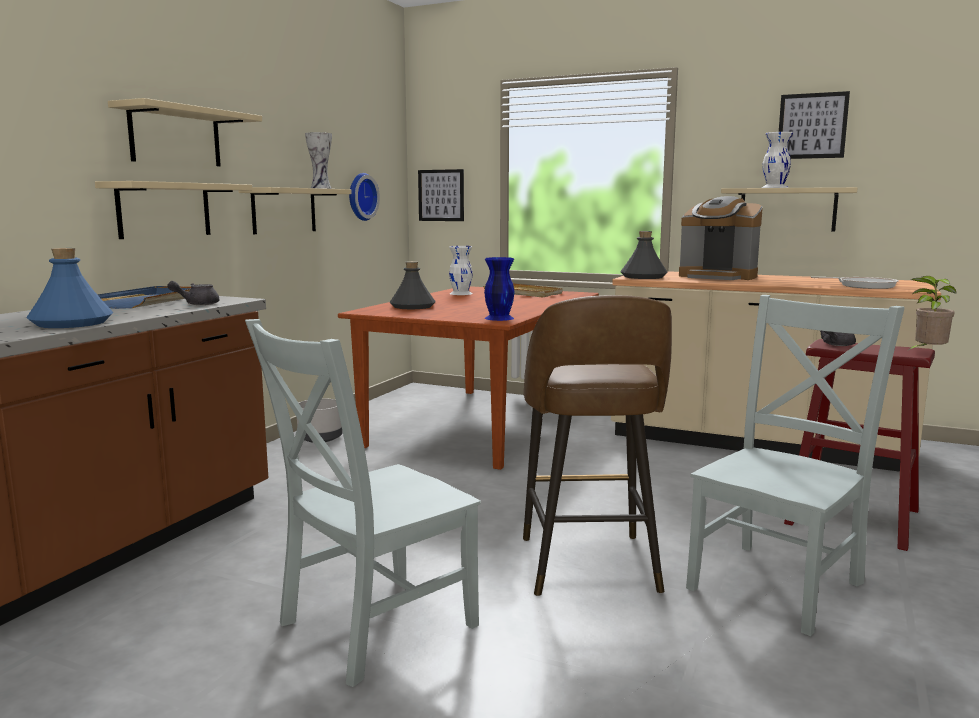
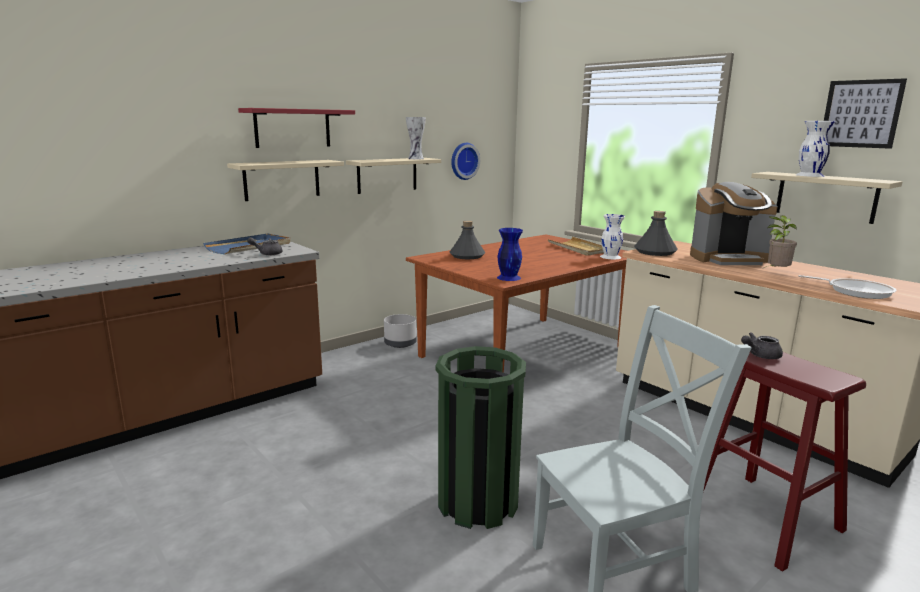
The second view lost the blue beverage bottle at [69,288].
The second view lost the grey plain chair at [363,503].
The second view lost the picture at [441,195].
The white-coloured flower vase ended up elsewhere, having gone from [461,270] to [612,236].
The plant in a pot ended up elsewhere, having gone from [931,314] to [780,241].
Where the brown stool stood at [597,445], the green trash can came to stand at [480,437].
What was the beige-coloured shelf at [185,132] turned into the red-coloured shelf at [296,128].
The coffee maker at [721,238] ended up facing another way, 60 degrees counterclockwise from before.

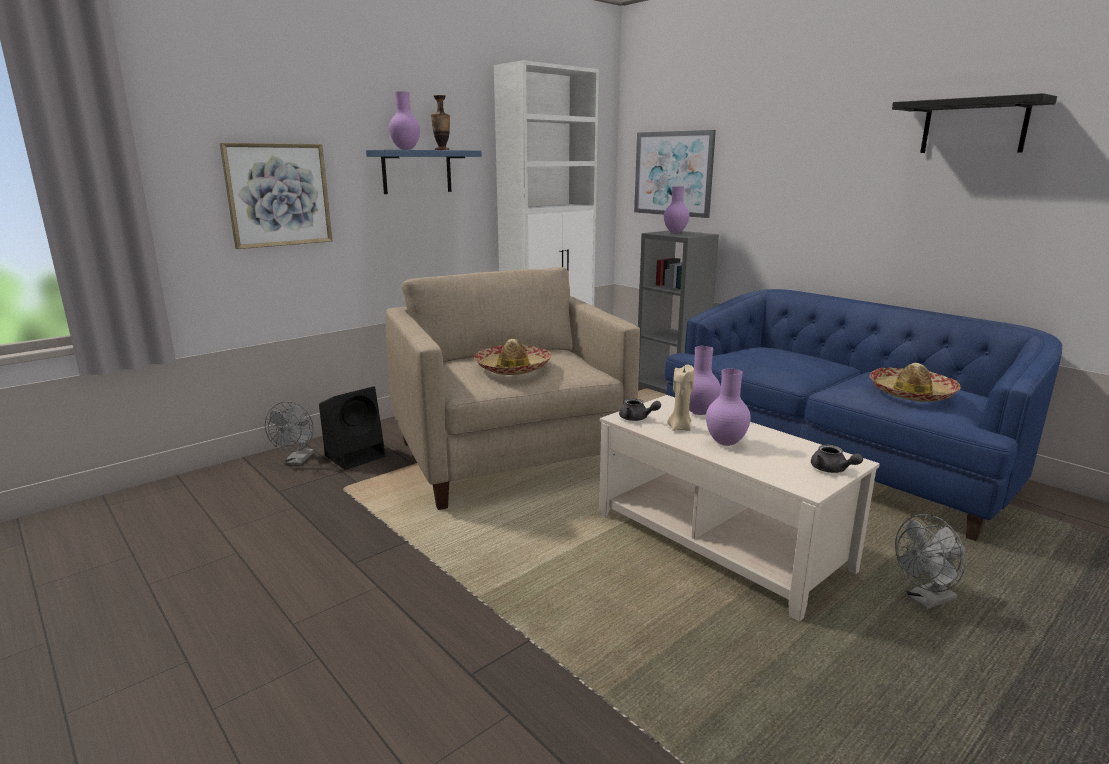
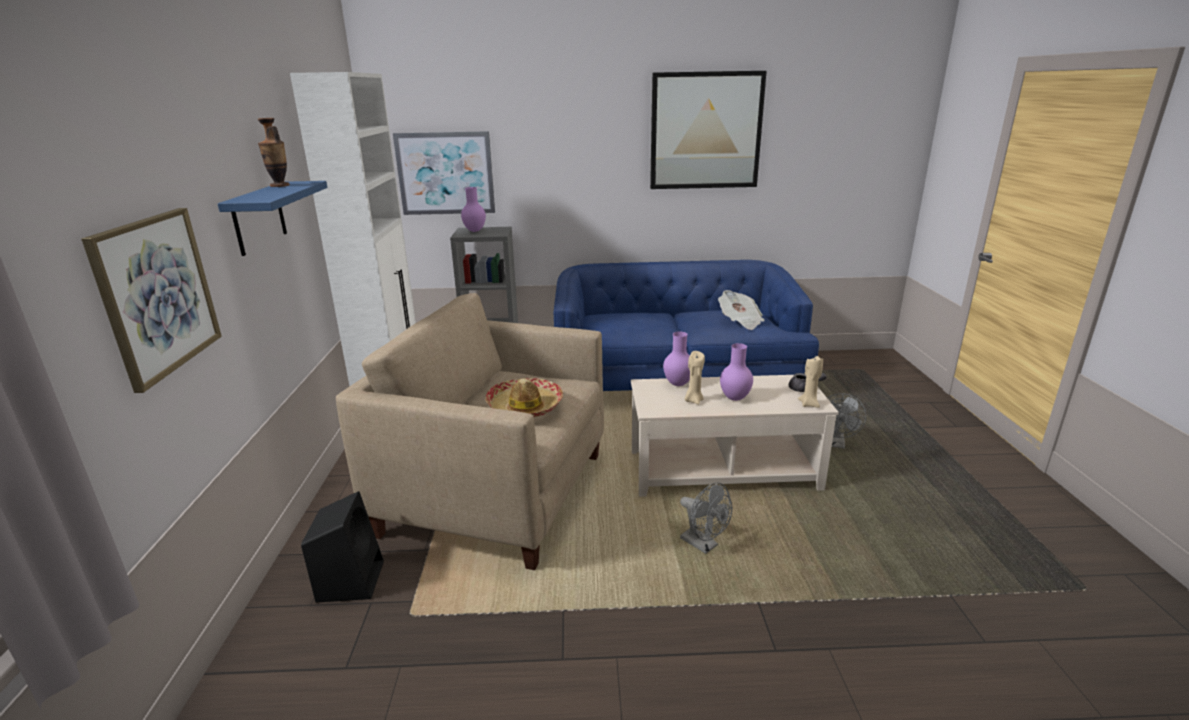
The second view lost the purple flower vase at [404,120].
The second view lost the grey pot for tea at [640,409].
The second view gained the beige-coloured wax candle at [810,382].
The grey cooling fan ended up elsewhere, having gone from [289,433] to [706,518].
Where the clothing hat stood at [915,382], the newspaper came to stand at [741,310].
Where the black-coloured shelf hung at [974,123], the picture came to hang at [708,130].

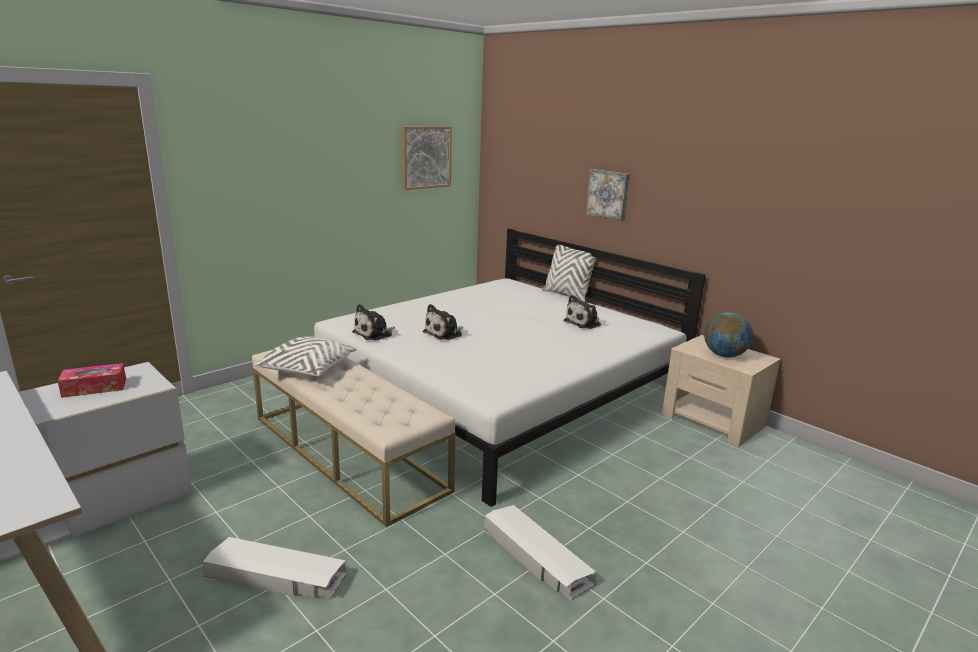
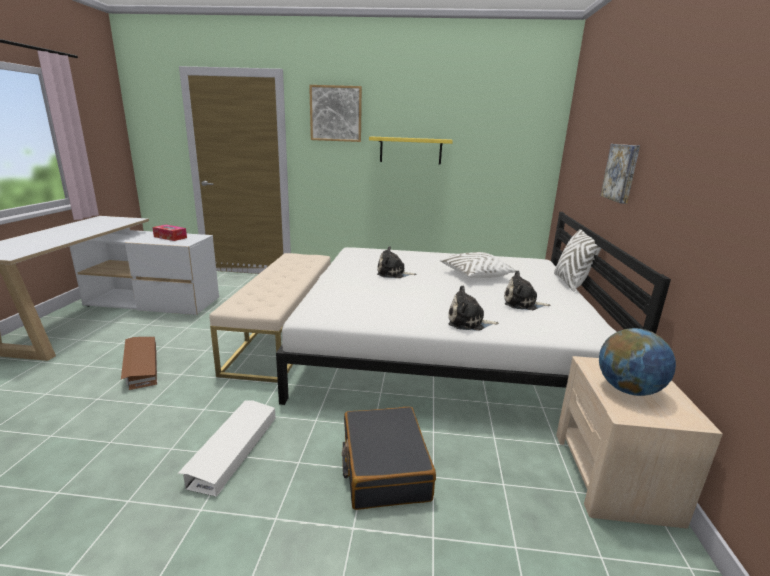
The second view gained the black-coloured piece of luggage at [389,458].
The second view gained the yellow shelf at [411,150].
The white-coloured throw pillow ended up elsewhere, having gone from [305,356] to [478,265].
The soft toy ended up elsewhere, having gone from [373,322] to [473,308].
The picture ended up elsewhere, having gone from [427,158] to [335,113].
What was the white-coloured storage box at [274,567] turned into the brown storage box at [139,363].

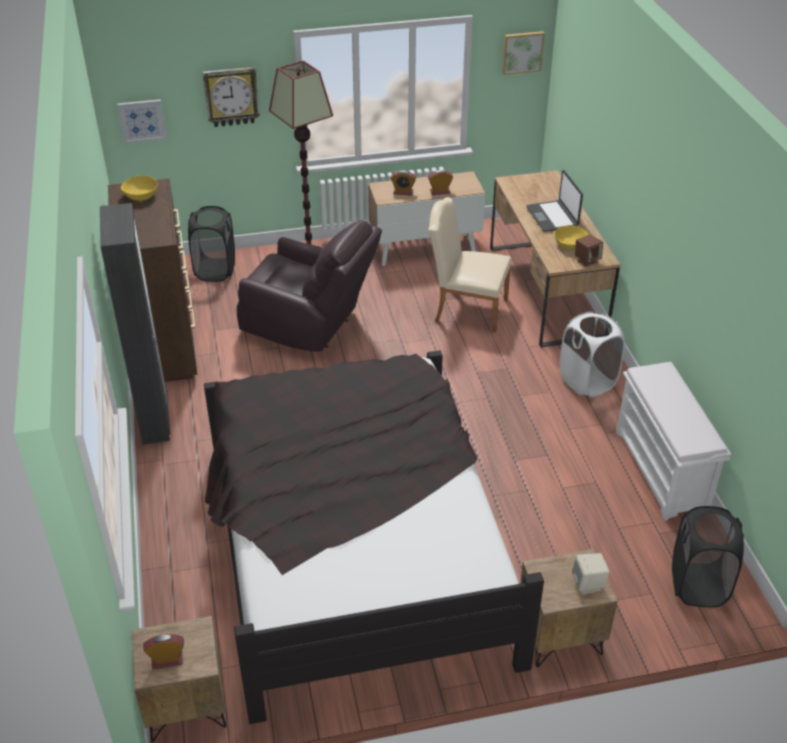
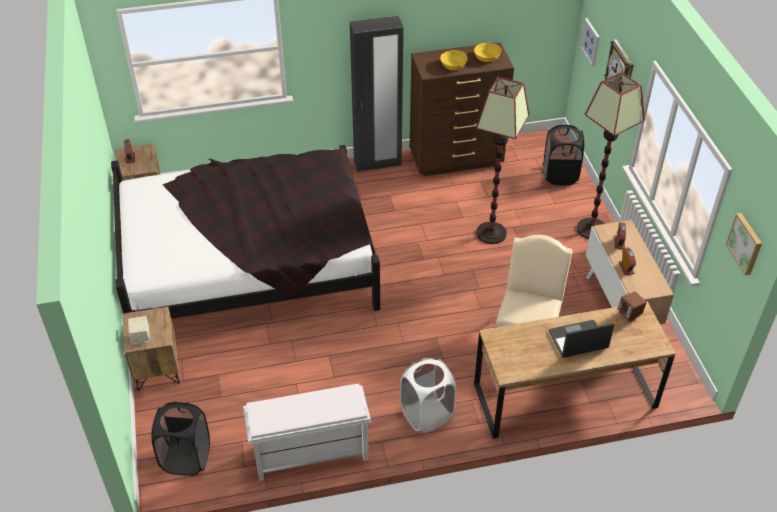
The yellow deep dish ended up elsewhere, having gone from [571,238] to [453,60].
The brown audio speaker ended up elsewhere, having gone from [589,251] to [632,306].
Where the brown easy chair stood at [309,286], the standard lamp came to stand at [503,160].

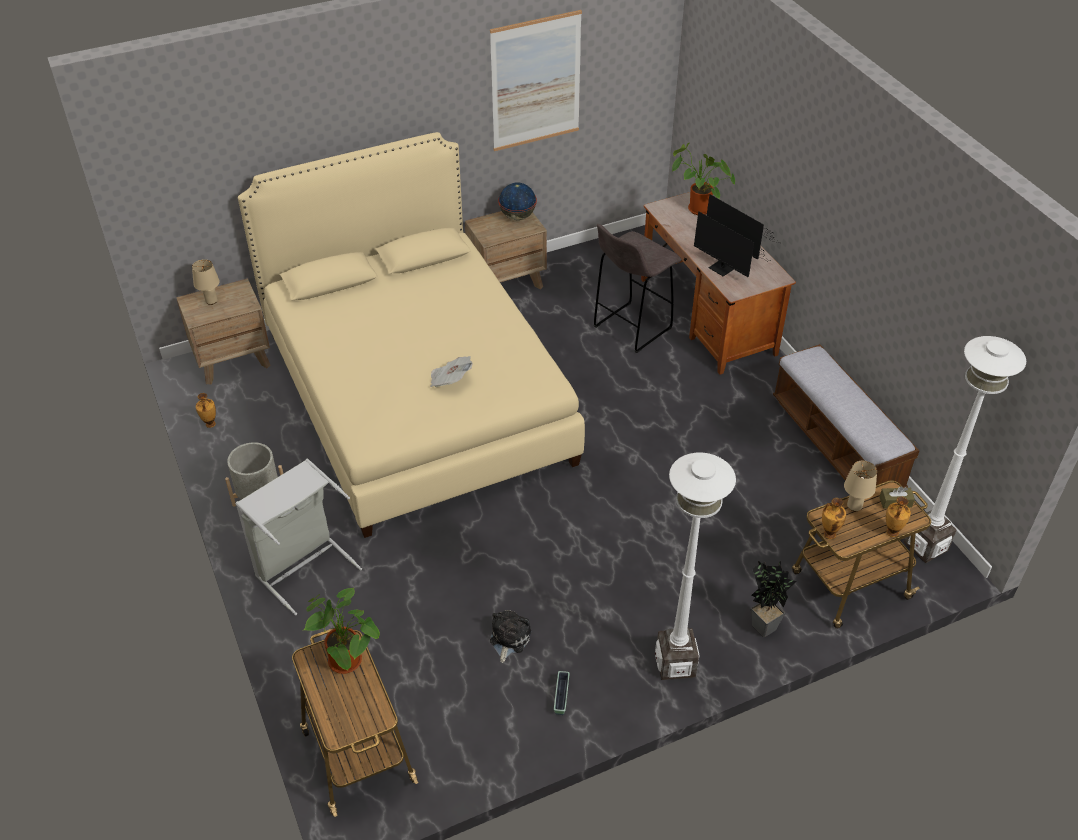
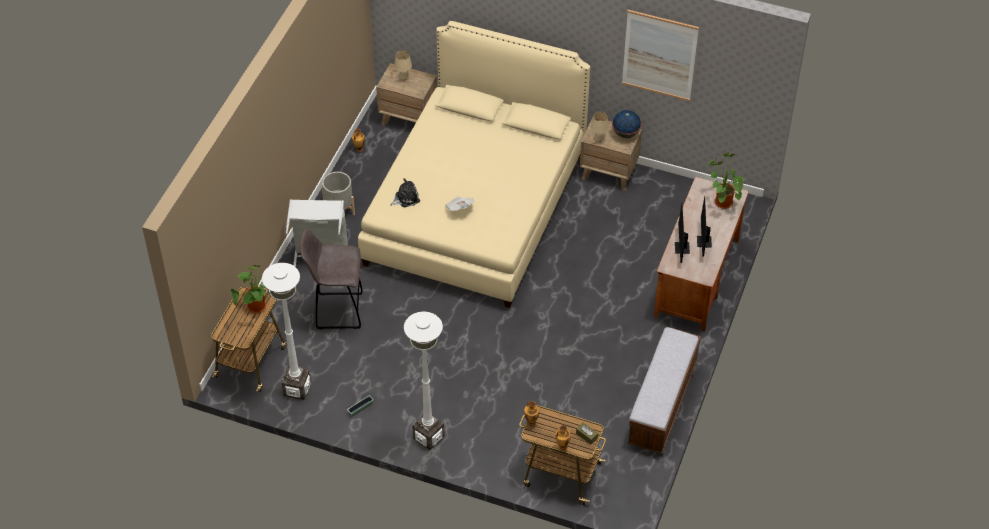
The second view lost the plant in a pot at [774,599].
The soft toy ended up elsewhere, having gone from [510,636] to [405,192].
The grey stool ended up elsewhere, having gone from [638,288] to [331,278].
The beige-coloured table lamp ended up elsewhere, having gone from [860,486] to [600,127].
The white-coloured standard lamp ended up elsewhere, having gone from [965,449] to [286,331].

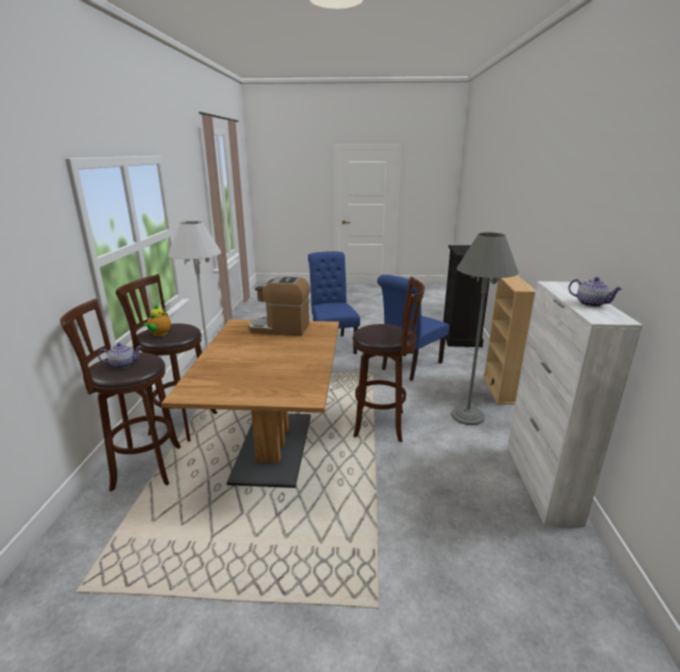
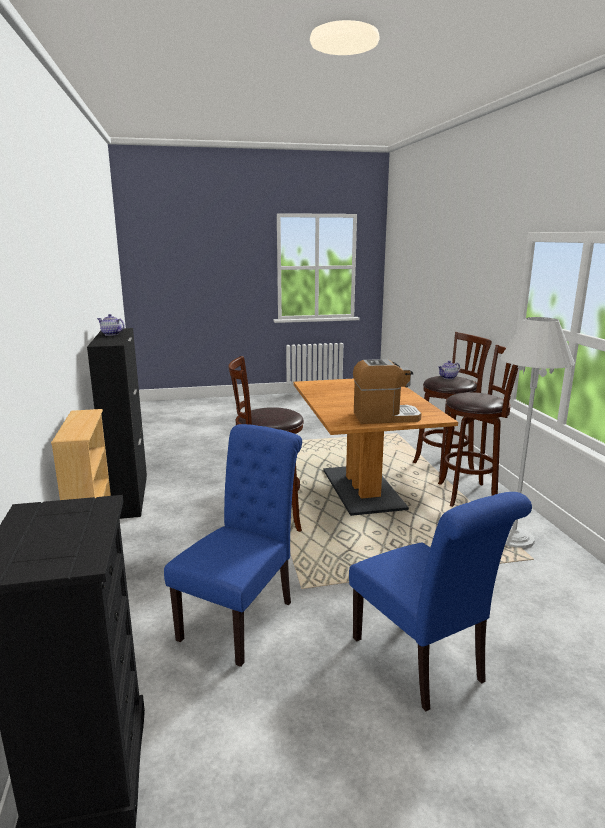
The second view lost the pot for tea at [156,320].
The second view lost the grey standard lamp at [485,328].
What was the white-coloured storage cabinet at [575,404] turned into the black-coloured storage cabinet at [117,423].

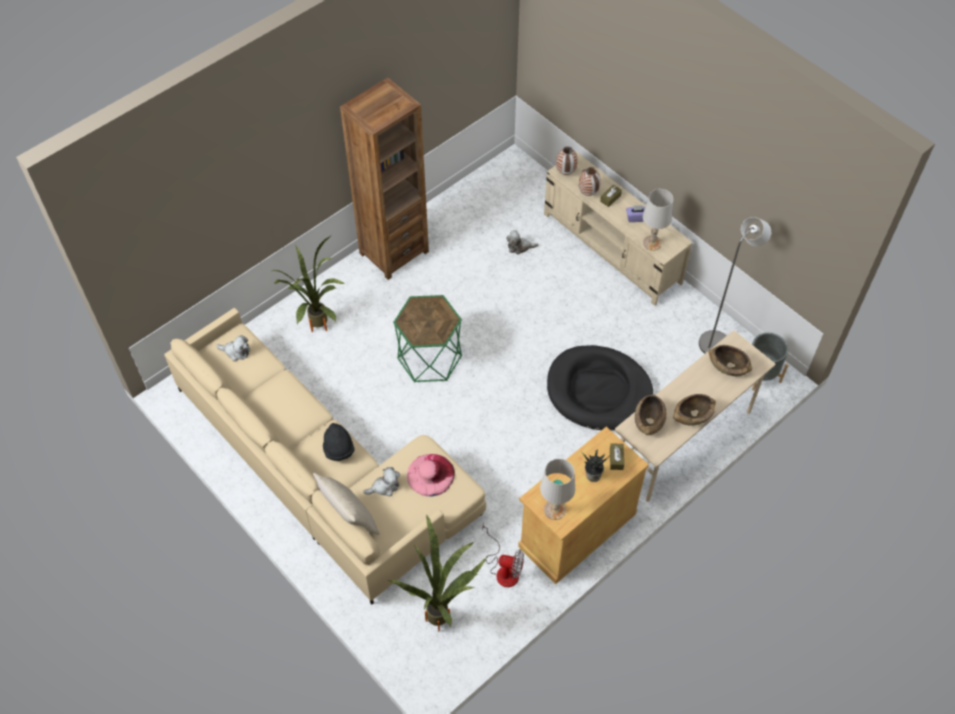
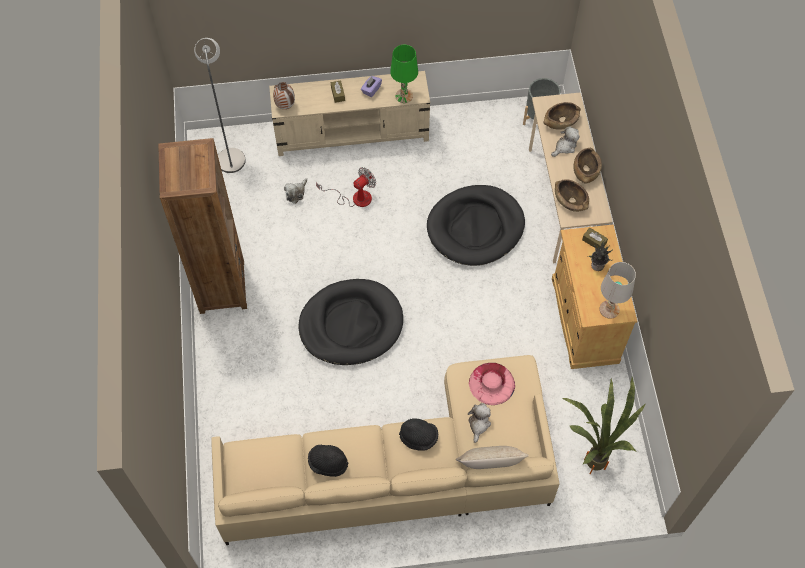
The second view lost the plant in a pot at [308,283].
The second view lost the flower vase at [590,181].
The second view gained the black-coloured clothing hat at [328,461].
The soft toy ended up elsewhere, having gone from [233,348] to [565,141].
The cooling fan ended up elsewhere, having gone from [503,554] to [346,187].
The grey standard lamp ended up elsewhere, having gone from [735,285] to [220,105].
Where the green end table stood at [427,339], the black-coloured dog cushion came to stand at [350,322].
What was the white-coloured table lamp at [658,220] turned into the green table lamp at [404,74].

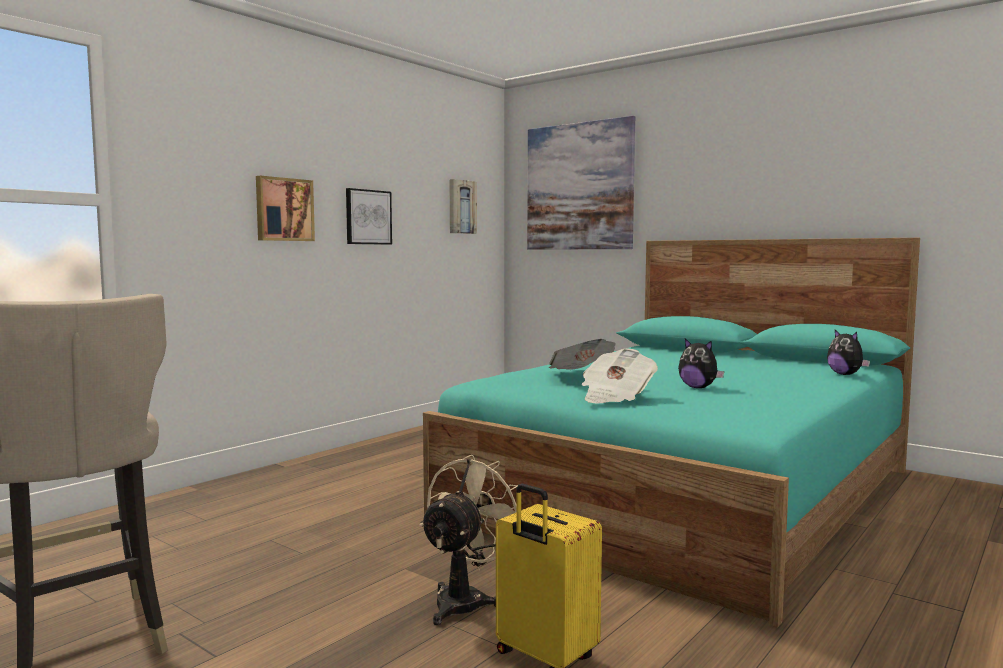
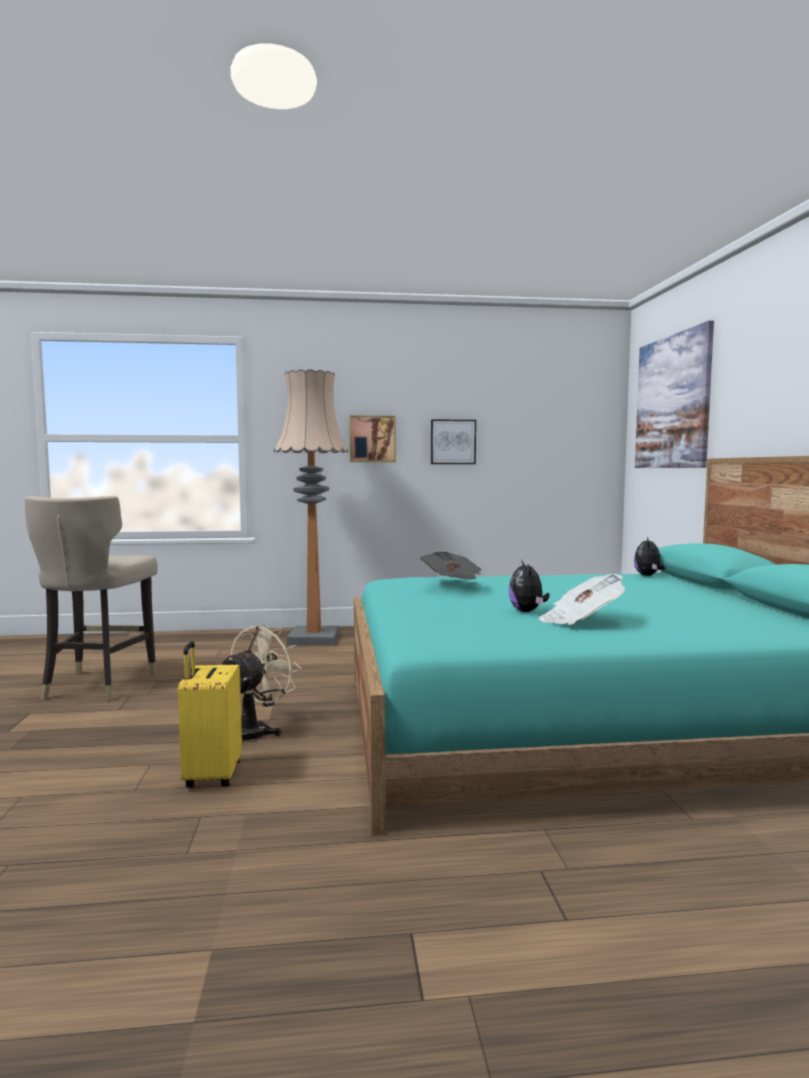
The second view lost the picture at [463,206].
The second view gained the standard lamp at [311,507].
The newspaper ended up elsewhere, having gone from [619,376] to [582,599].
The soft toy ended up elsewhere, having gone from [848,352] to [649,556].
The beige-coloured cooling fan at [468,540] ended up facing another way, 45 degrees counterclockwise from before.

